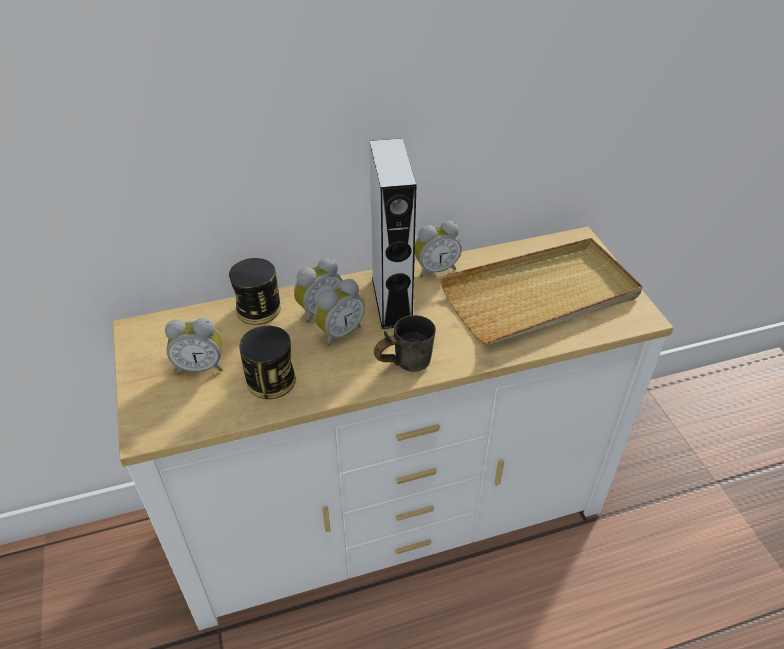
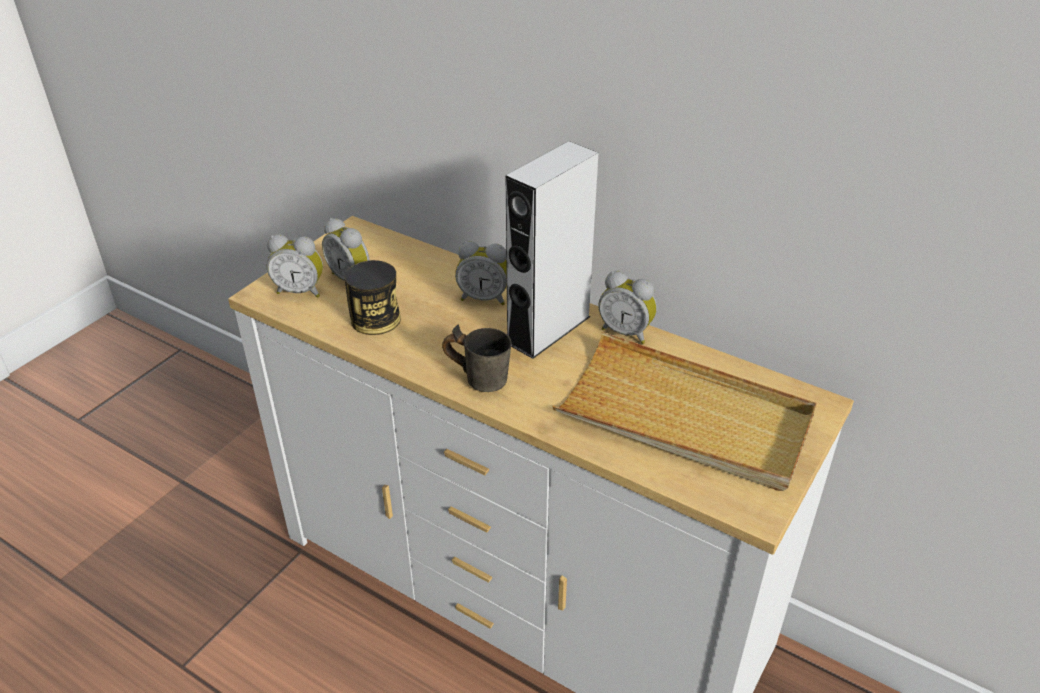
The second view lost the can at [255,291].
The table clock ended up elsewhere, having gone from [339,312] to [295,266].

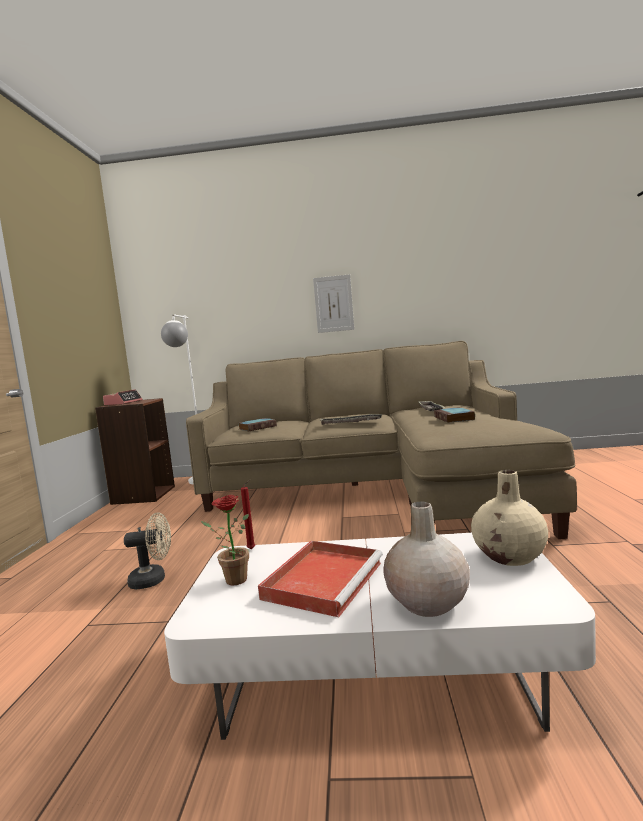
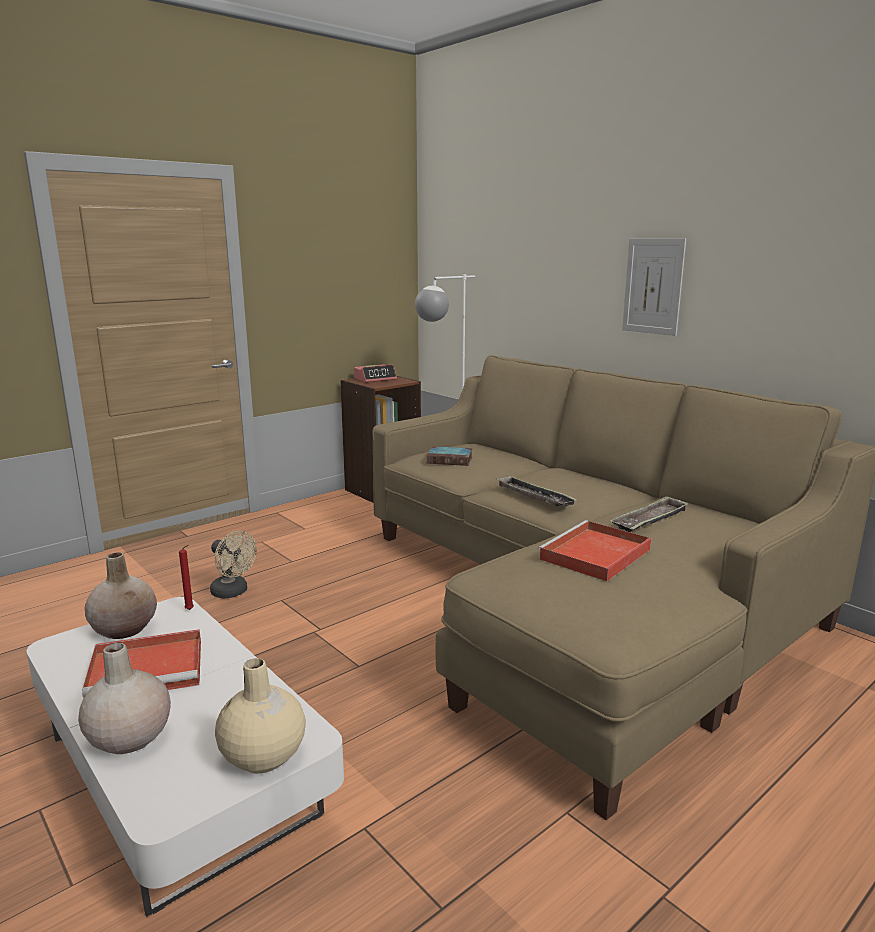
Where the plant in a pot stood at [225,540], the beige-coloured flower vase came to stand at [120,595].
Where the book stood at [454,415], the red-coloured serving tray came to stand at [594,550].

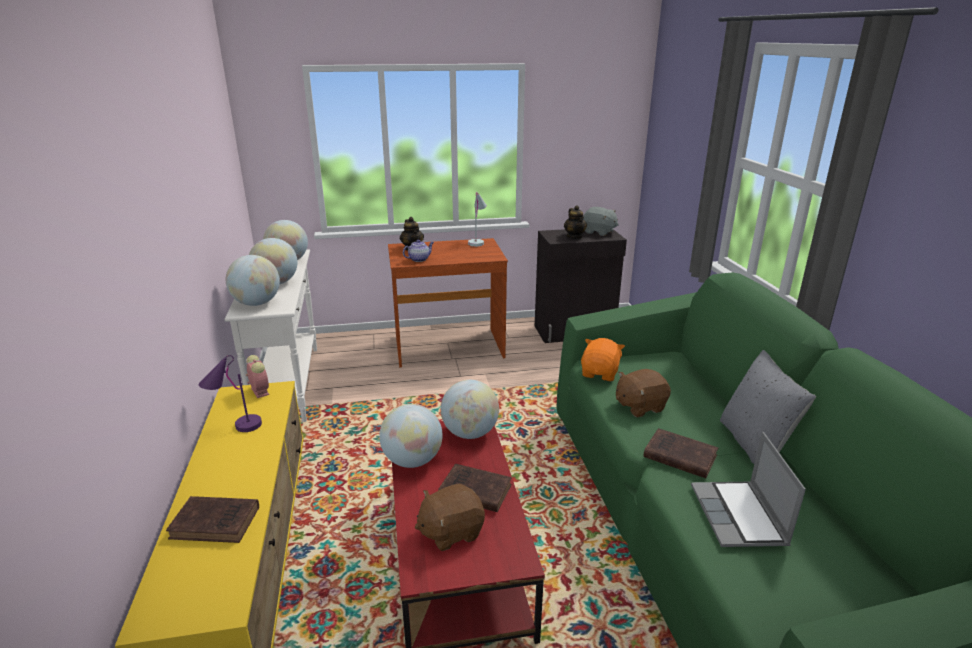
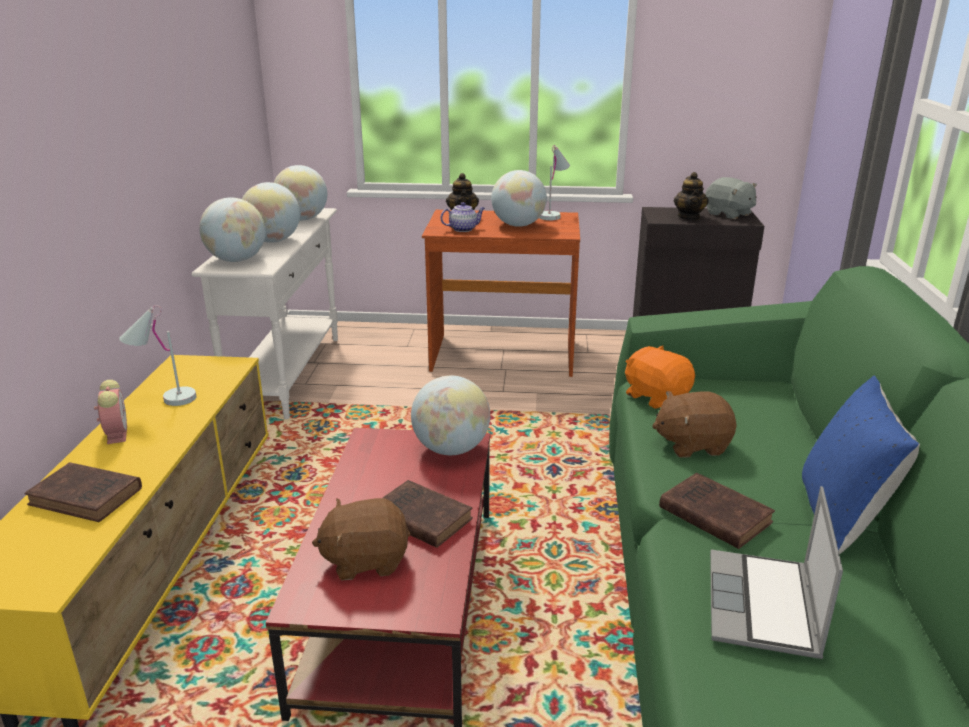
The table clock ended up elsewhere, having gone from [257,376] to [110,412].
The world globe ended up elsewhere, having gone from [411,436] to [519,198].
What was the purple table lamp at [230,393] turned into the white-coloured table lamp at [157,355].
What was the grey throw pillow at [768,407] turned into the blue throw pillow at [861,465].
The orangey soft toy at [603,359] ended up facing another way, 75 degrees counterclockwise from before.

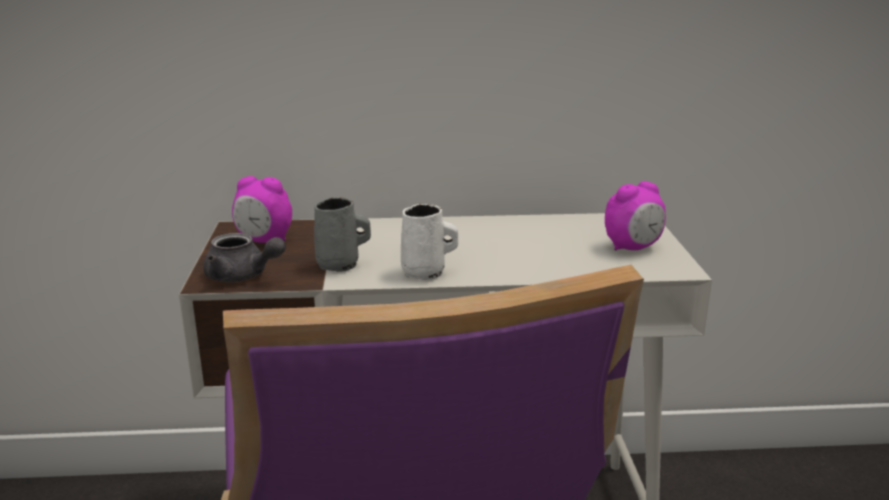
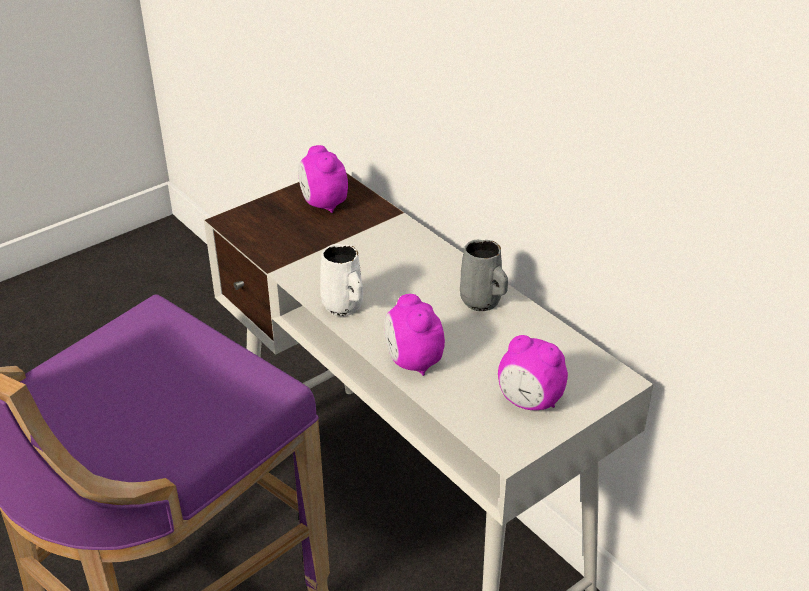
The second view lost the grey pot for tea at [244,257].
The second view gained the table clock at [414,335].
The grey tea mug ended up elsewhere, having gone from [342,234] to [484,275].

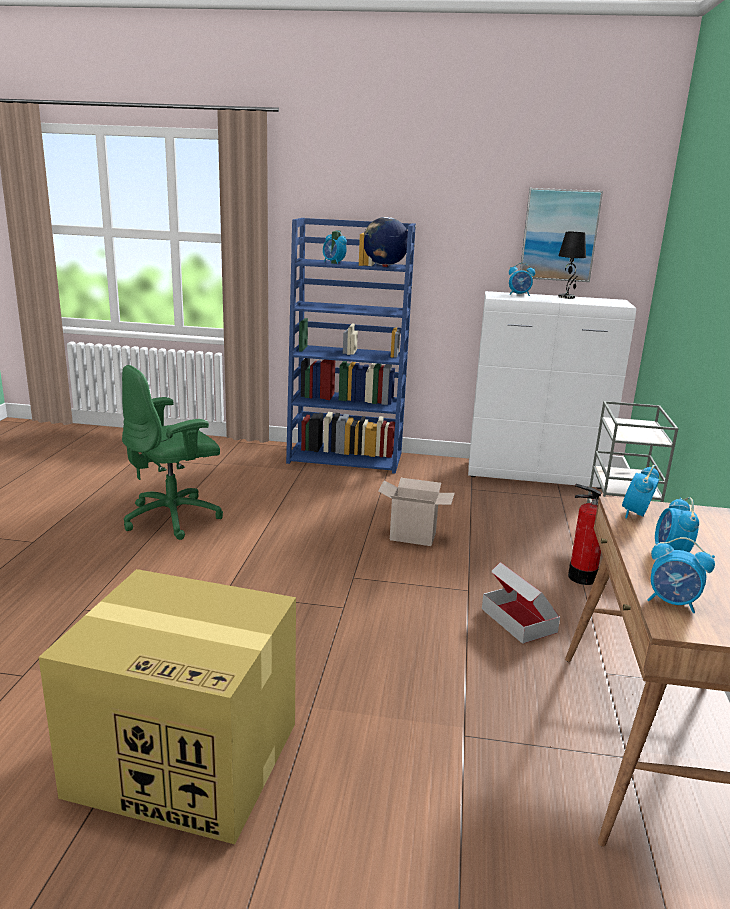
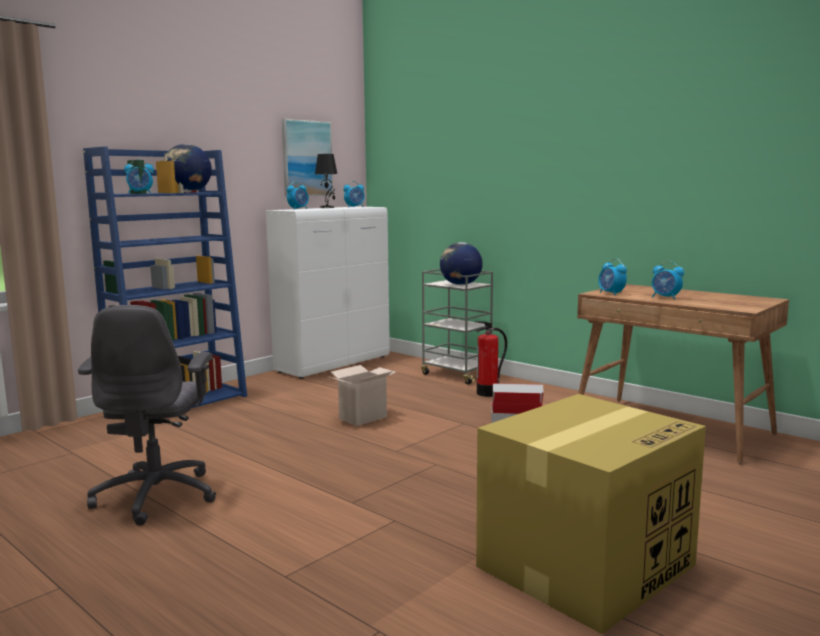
The second view gained the world globe at [461,263].
The table clock ended up elsewhere, having gone from [681,575] to [354,194].
What was the green desk chair at [172,452] turned into the grey desk chair at [147,415].

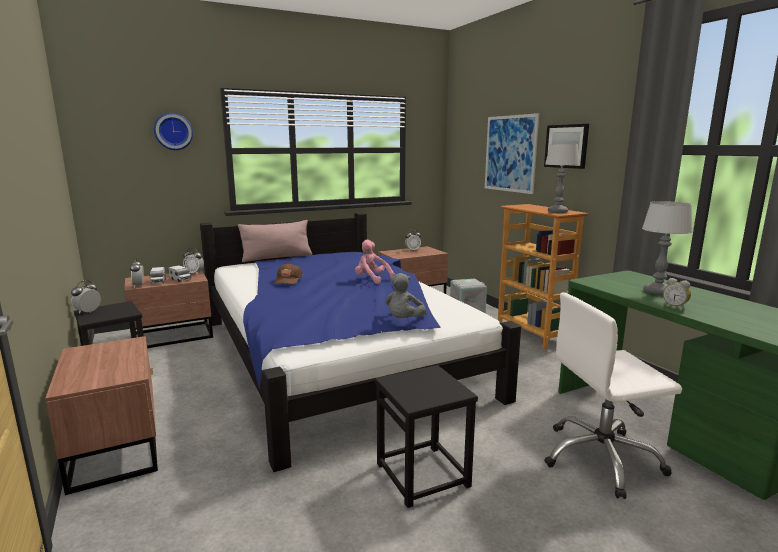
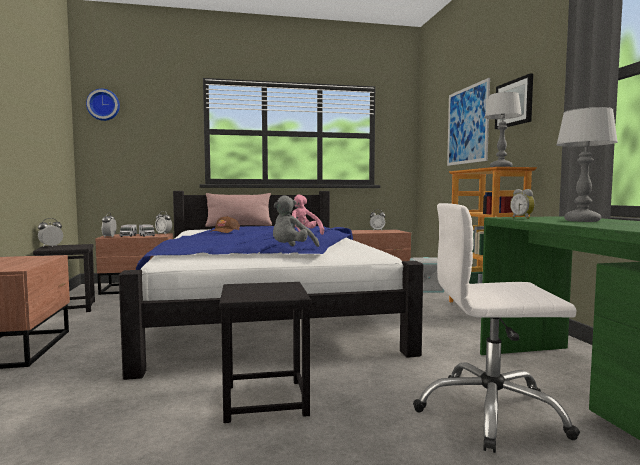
The hanging clock ended up elsewhere, having gone from [173,131] to [103,105].
The table clock ended up elsewhere, having gone from [677,294] to [522,204].

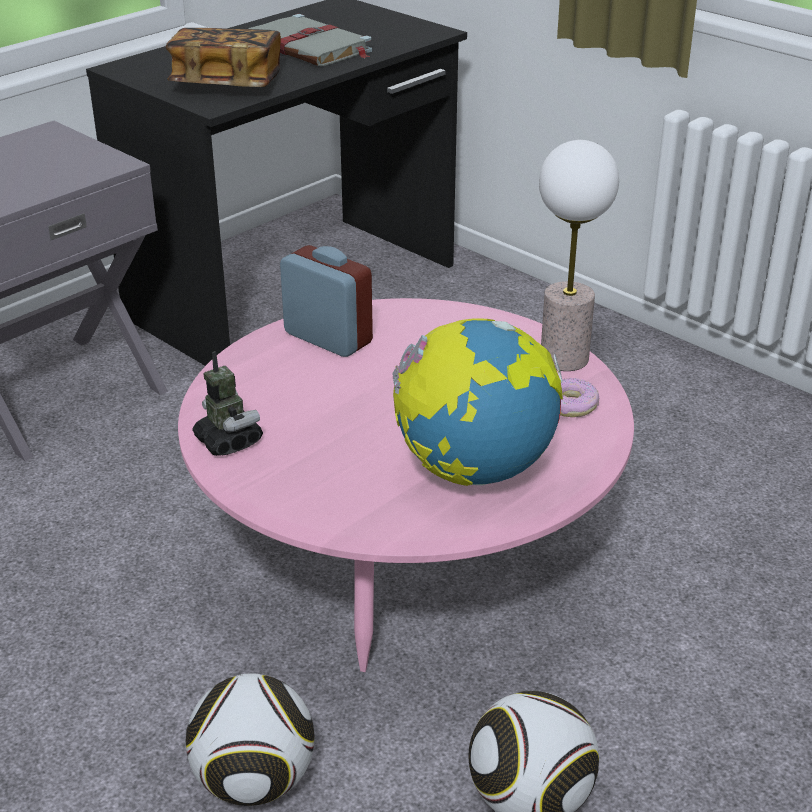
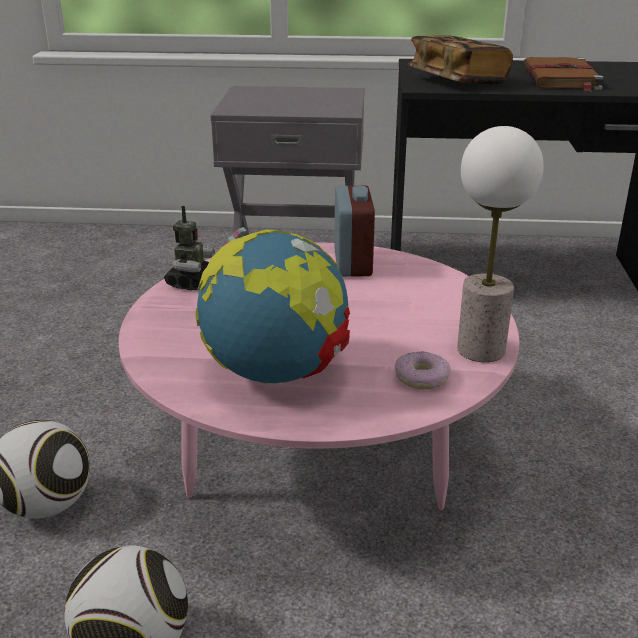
What was the grey book at [310,40] turned into the brown book at [563,74].

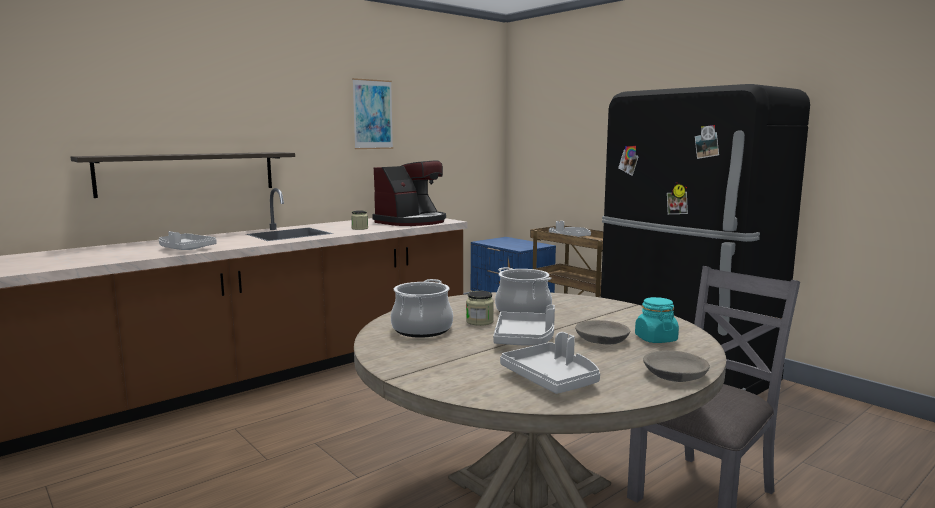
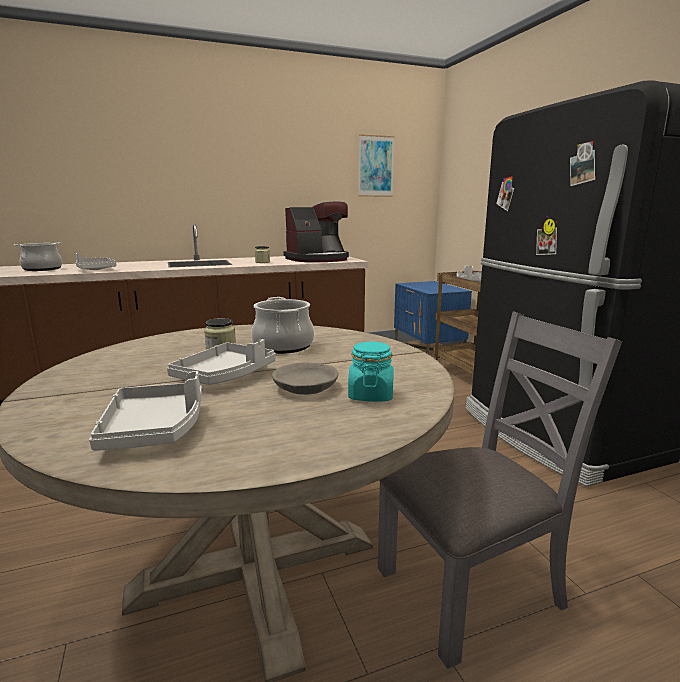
The second view lost the shelf at [183,175].
The second view lost the grey deep dish at [676,366].
The picture ended up elsewhere, having gone from [372,113] to [376,165].
The cooking pot ended up elsewhere, having gone from [422,308] to [38,256].

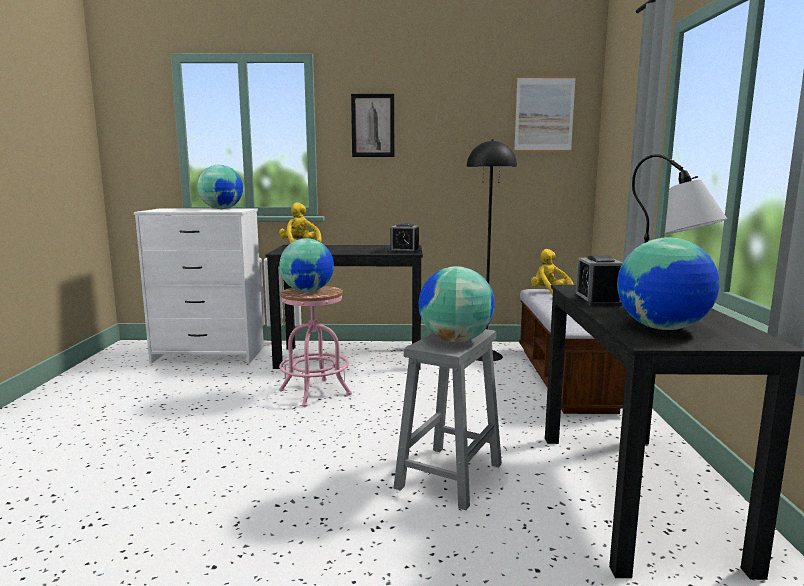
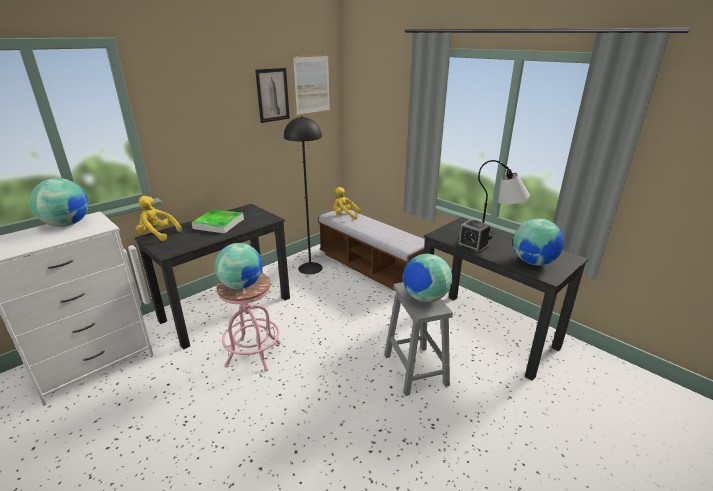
The second view lost the table clock at [404,238].
The second view gained the serving tray at [217,221].
The picture ended up elsewhere, having gone from [372,125] to [272,95].

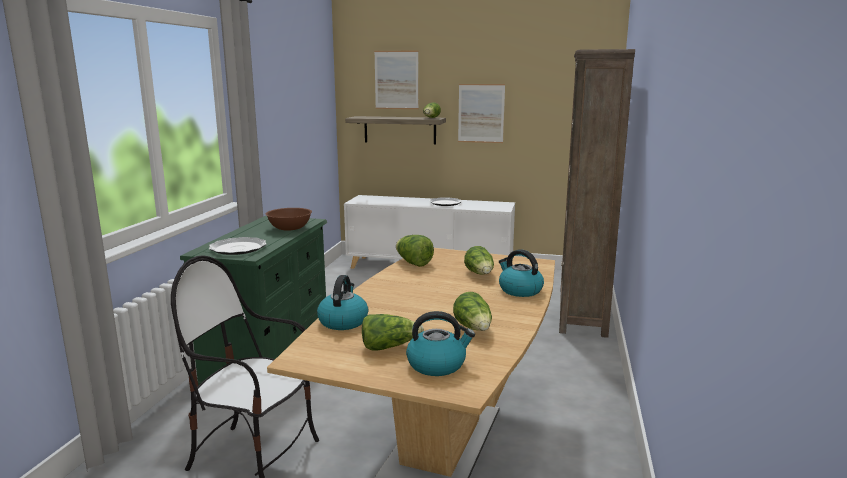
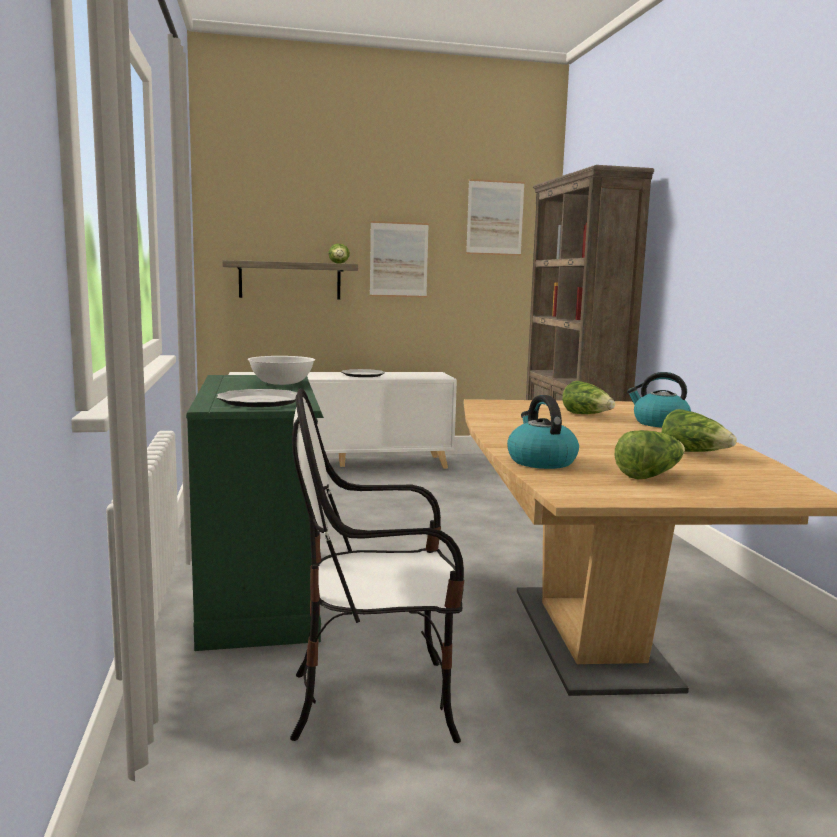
The second view lost the lettuce head at [415,251].
The second view lost the tea kettle at [440,343].
The picture ended up elsewhere, having gone from [396,79] to [495,217].
What was the brown deep dish at [289,219] turned into the white-coloured deep dish at [281,370].

